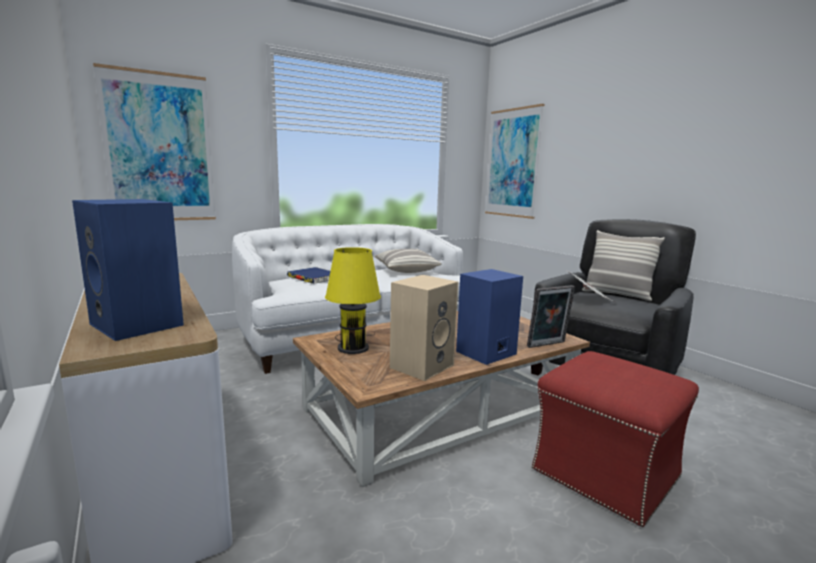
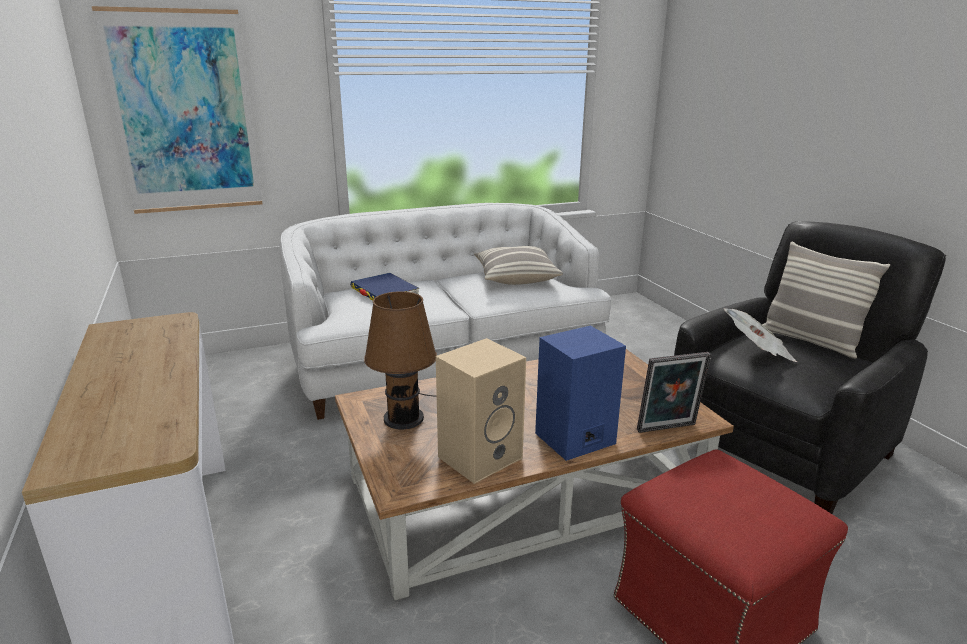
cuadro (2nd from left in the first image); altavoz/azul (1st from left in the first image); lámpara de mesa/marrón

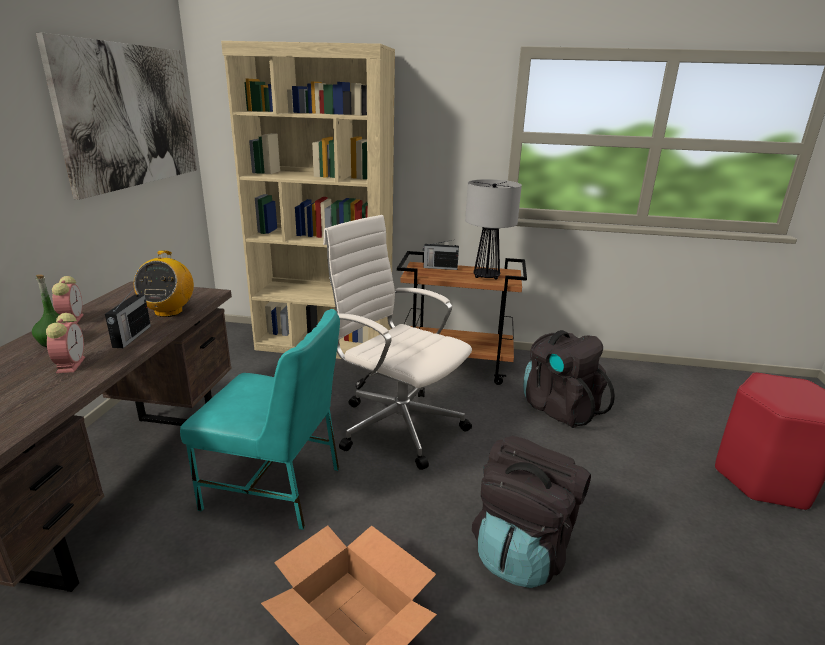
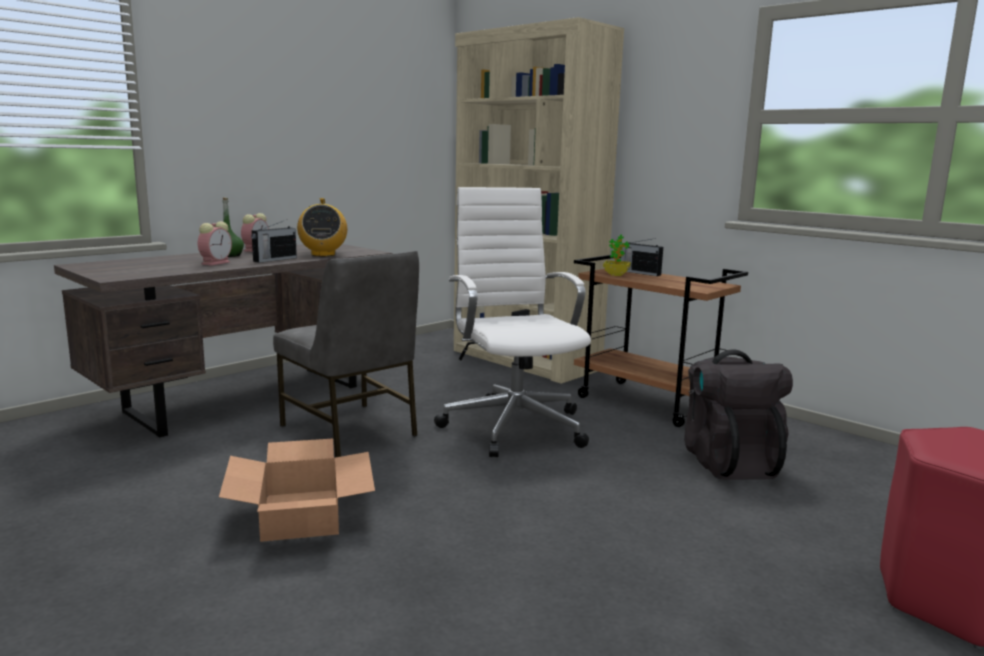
cuadro; lámpara de mesa; radio (2nd from left); silla/gris; mochila/negro (1st from left in the first image); planta en maceta

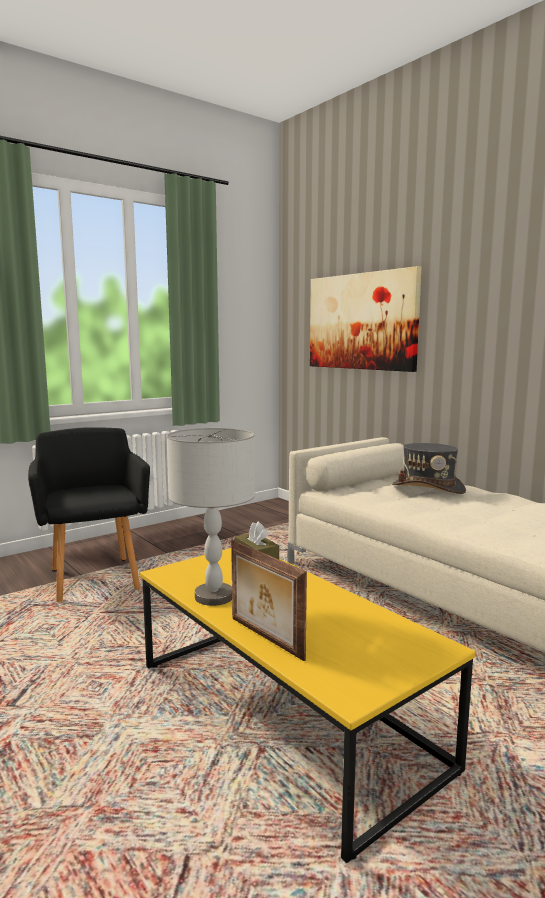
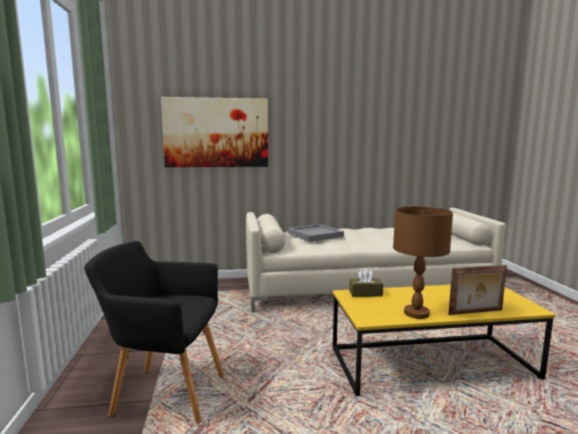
lámpara de mesa/marrón; bandeja/gris

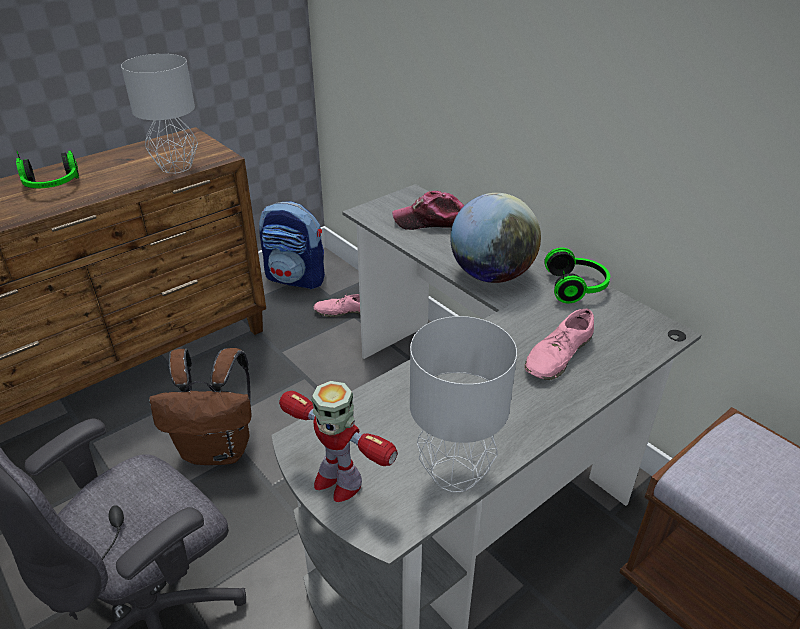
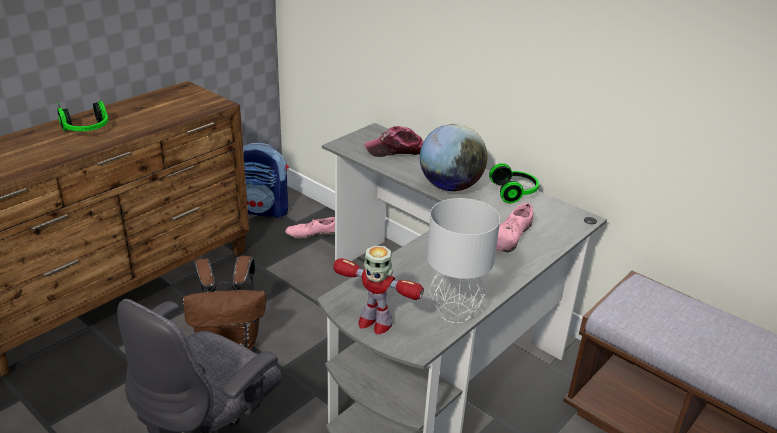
lámpara de mesa/gris (1st from left in the first image)

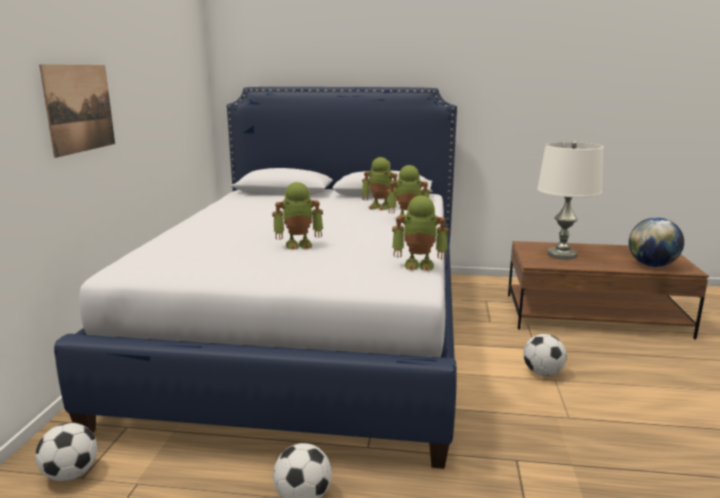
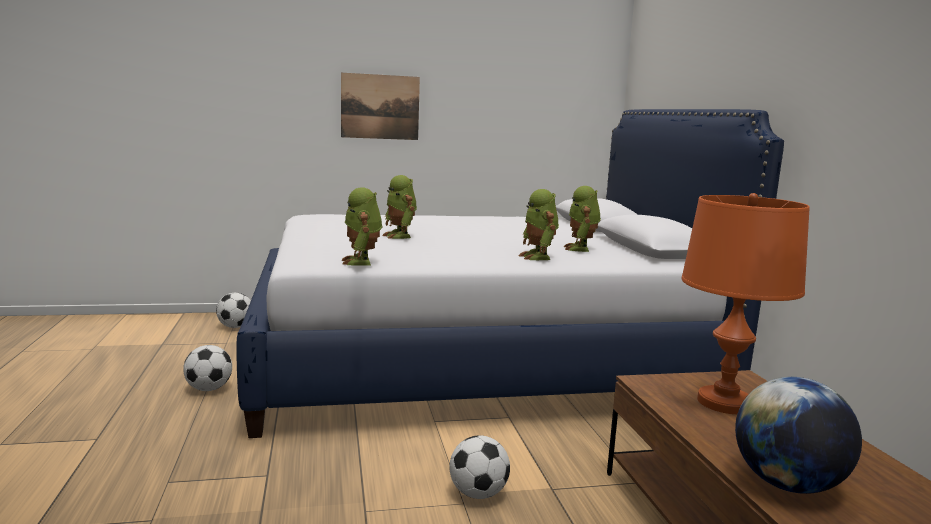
lámpara de mesa/naranja

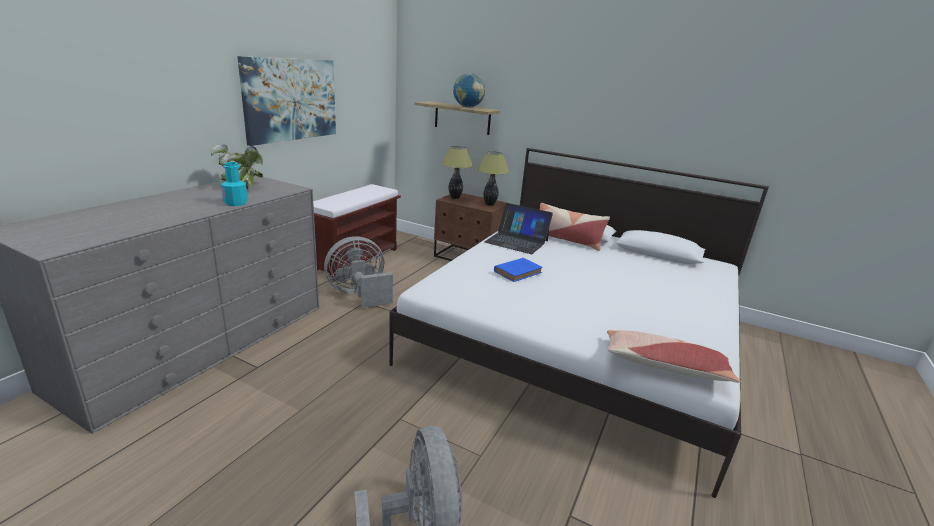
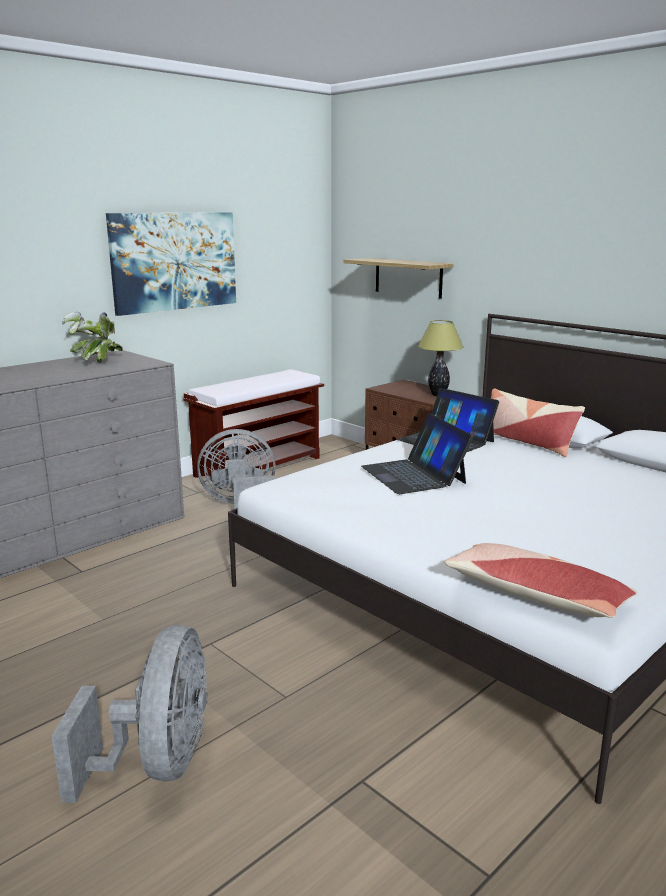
globo terráqueo; lámpara de mesa (1st from left in the first image); botella/turquesa; portátil (1st from left)

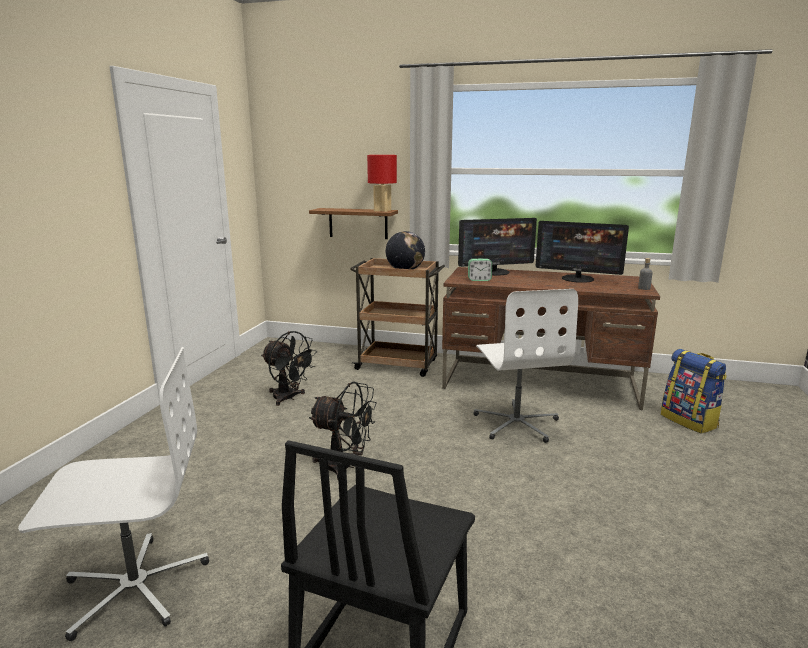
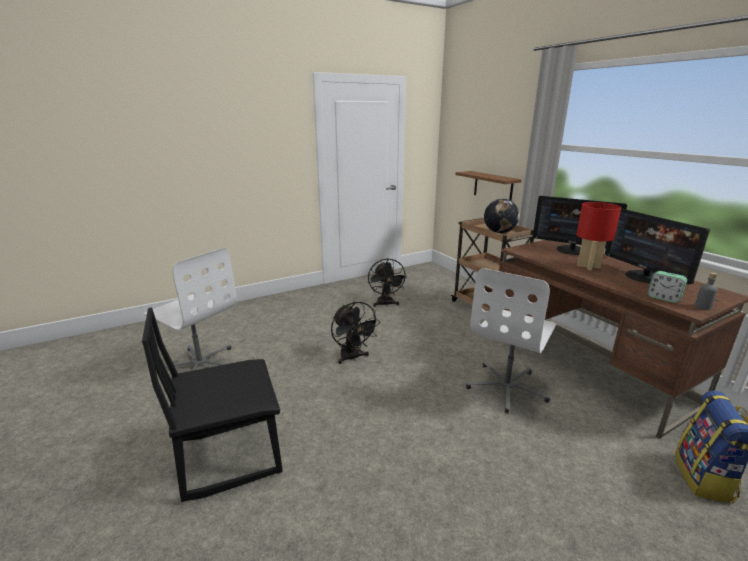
lámpara de mesa/rojo; despertador

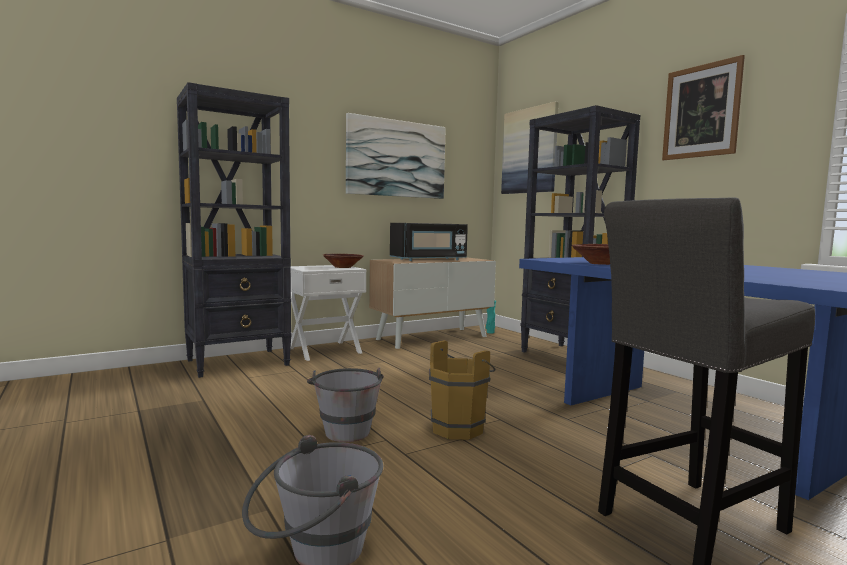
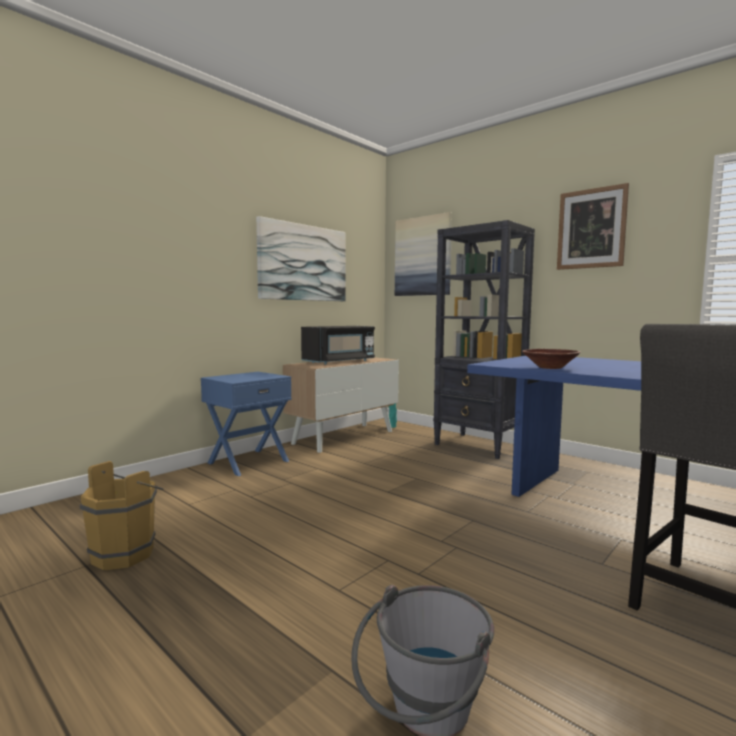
estantería/negro (1st from left in the first image); cuenco/marrón (1st from left in the first image); mesita de noche/azul; cubo/marrón; cubo/gris (2nd from left in the first image)

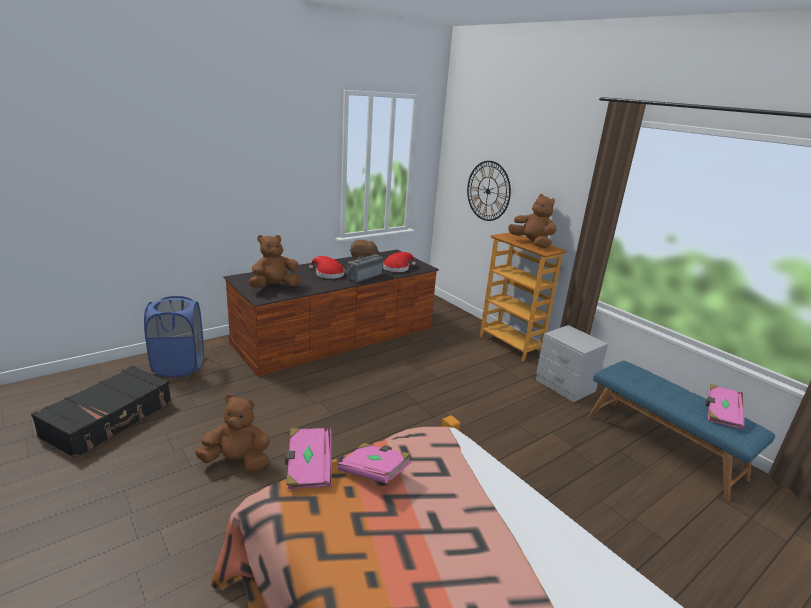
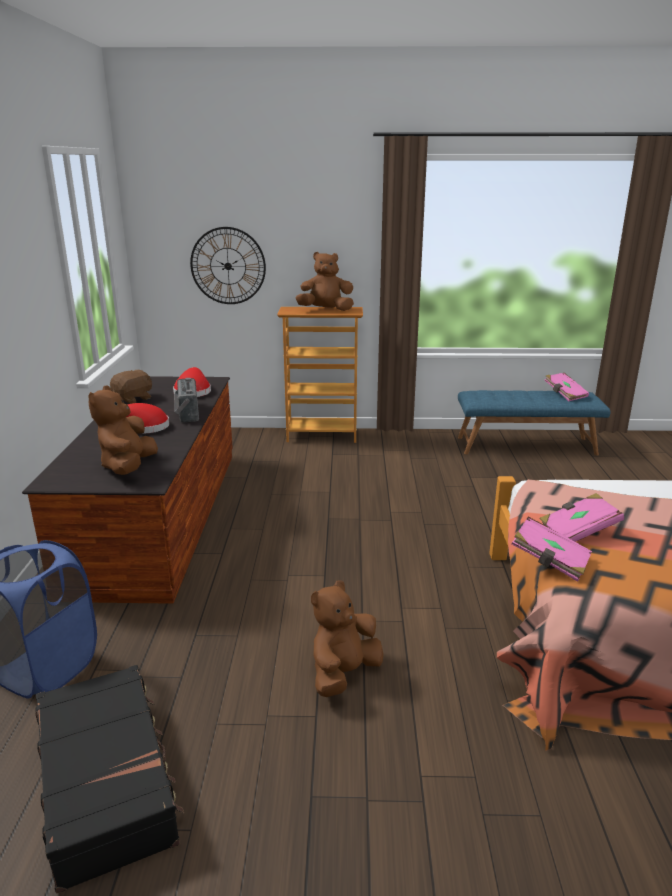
mesita de noche/gris

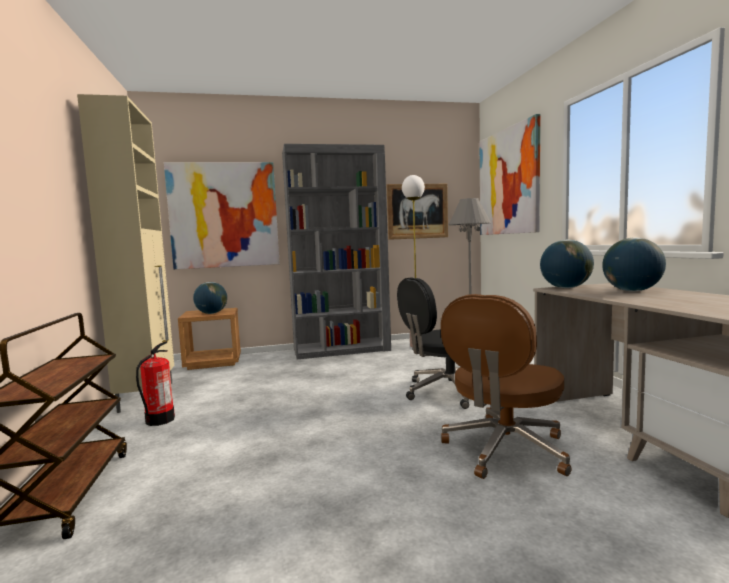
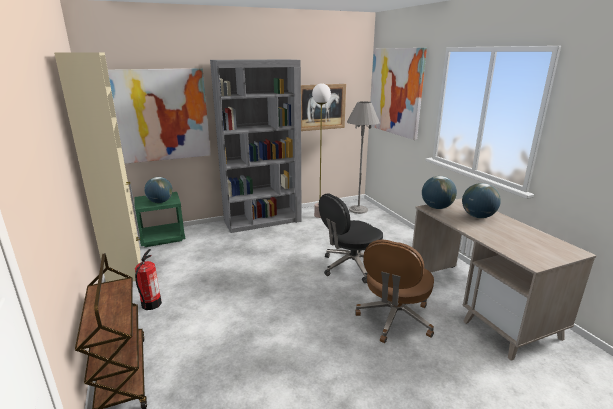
mesita de noche/verde

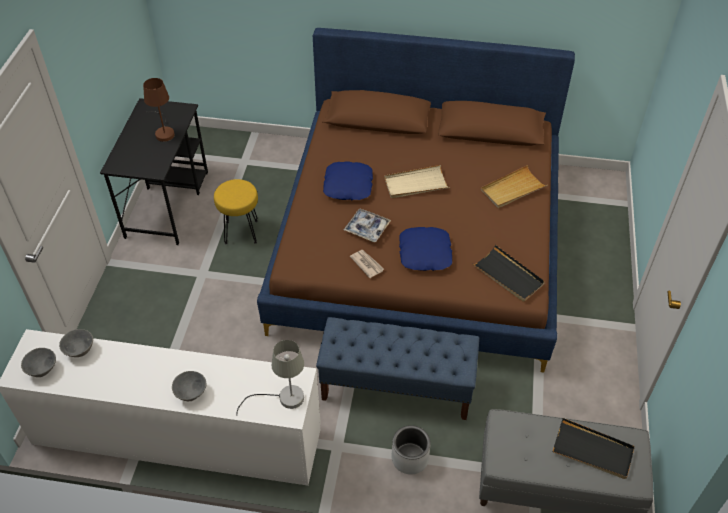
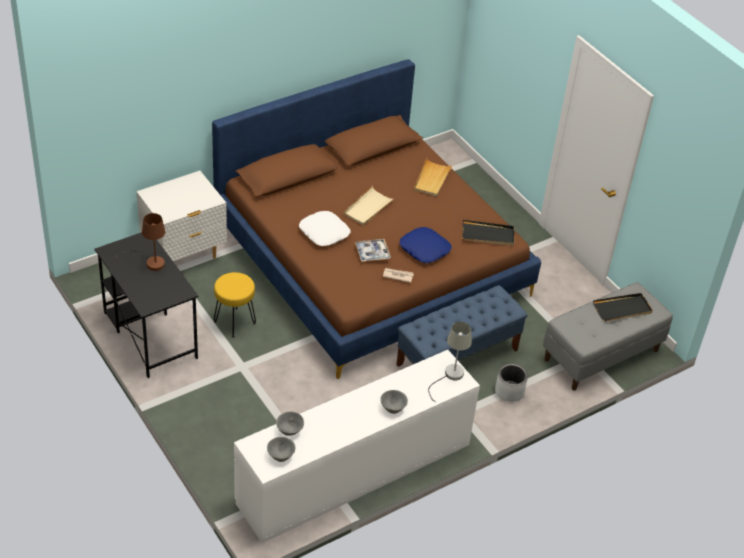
cojín/blanco; mesita de noche/blanco

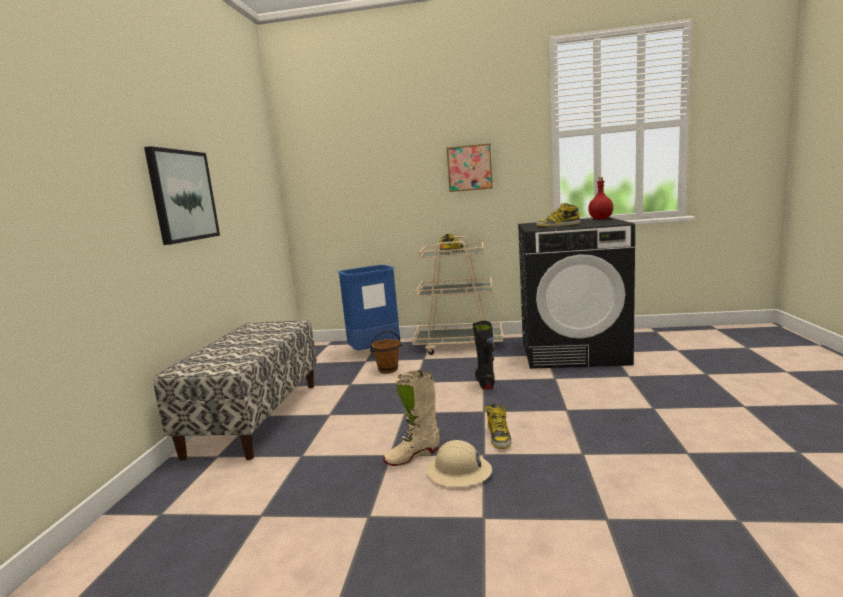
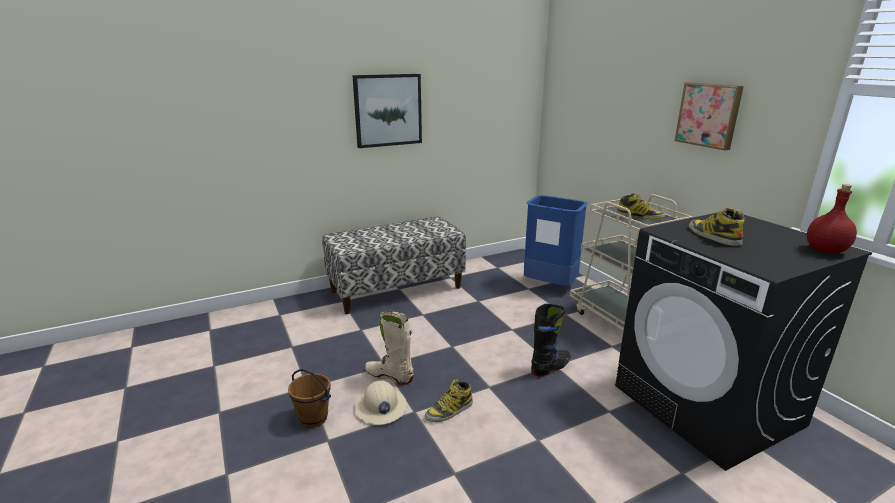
cubo/marrón

